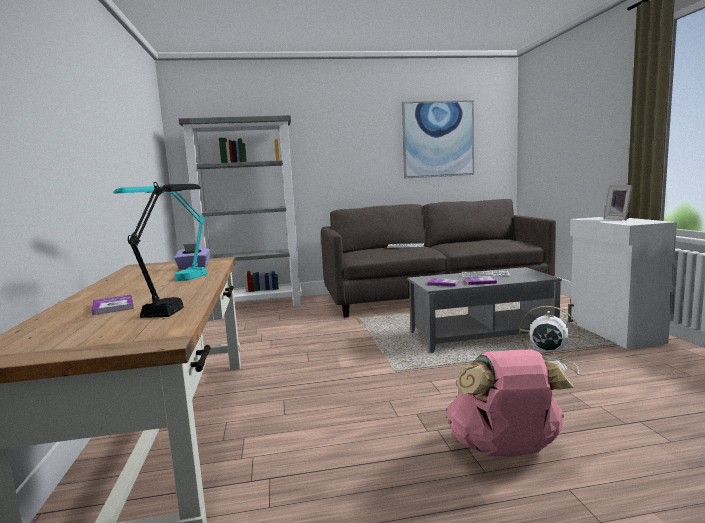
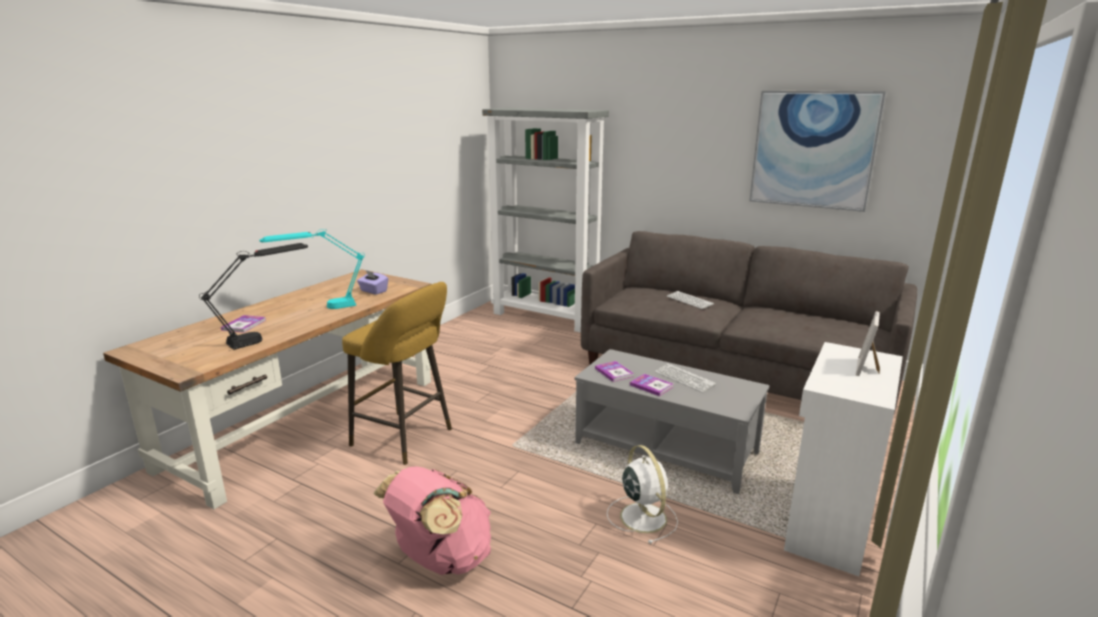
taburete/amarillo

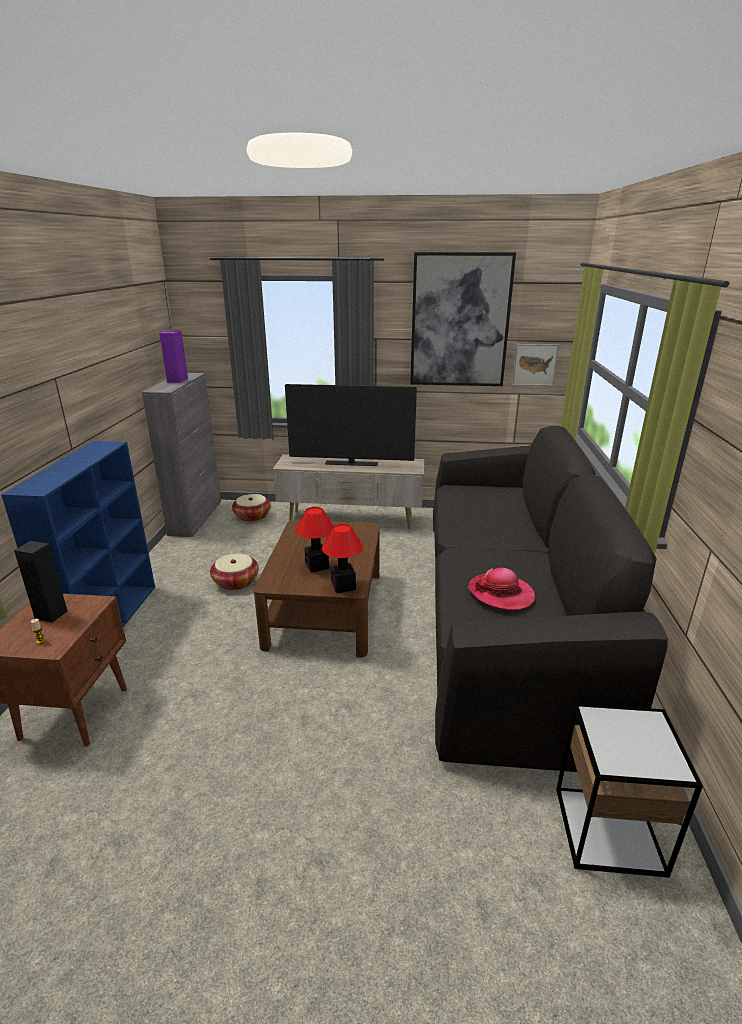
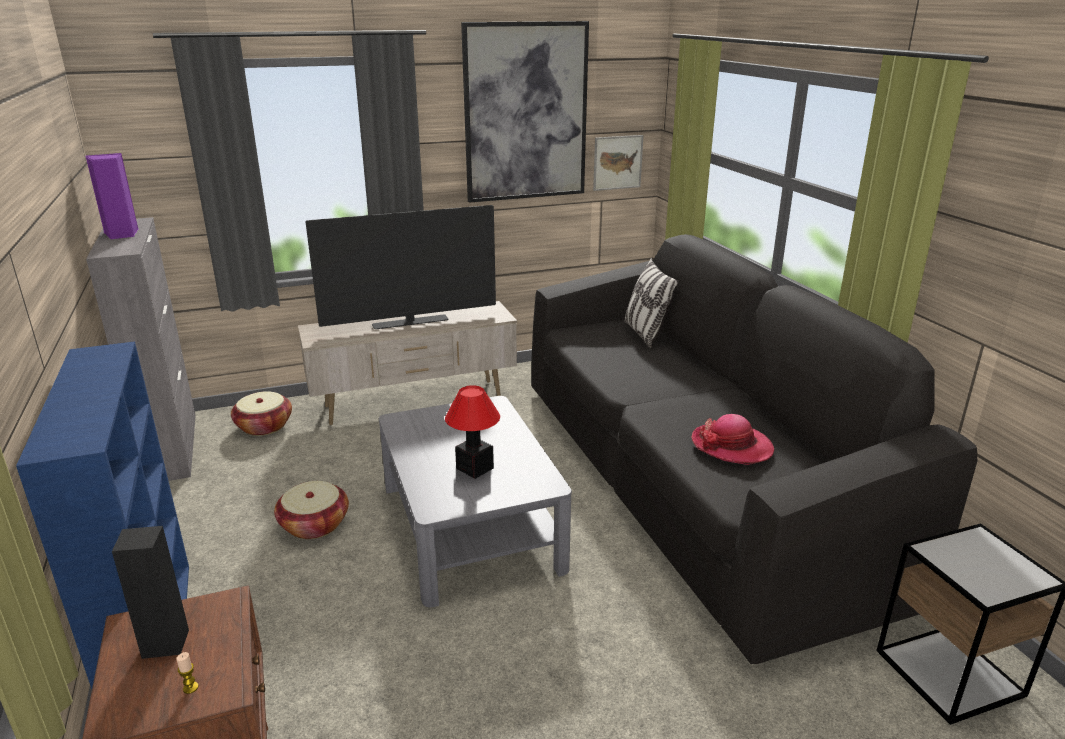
mesa de centro/gris; lámpara de mesa (2nd from left in the first image); cojín

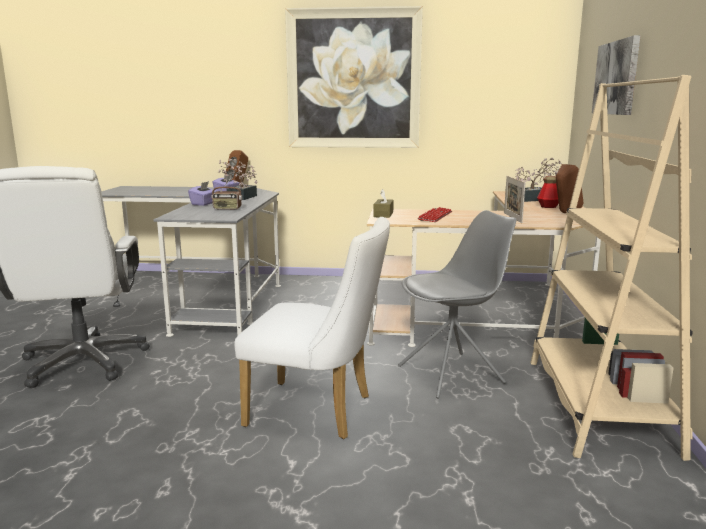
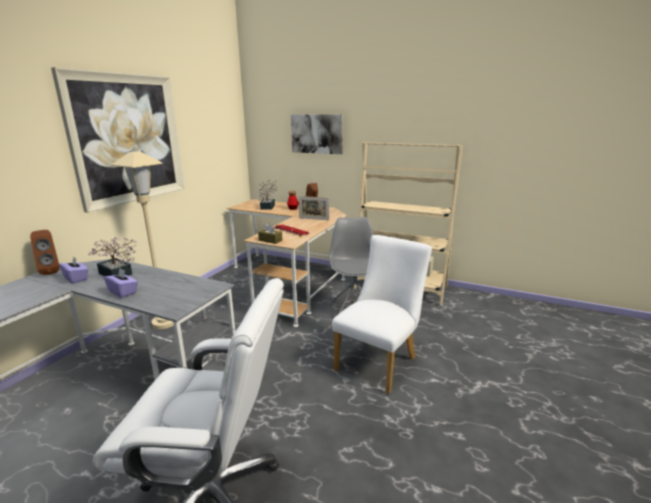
radio; lámpara de pie/beis

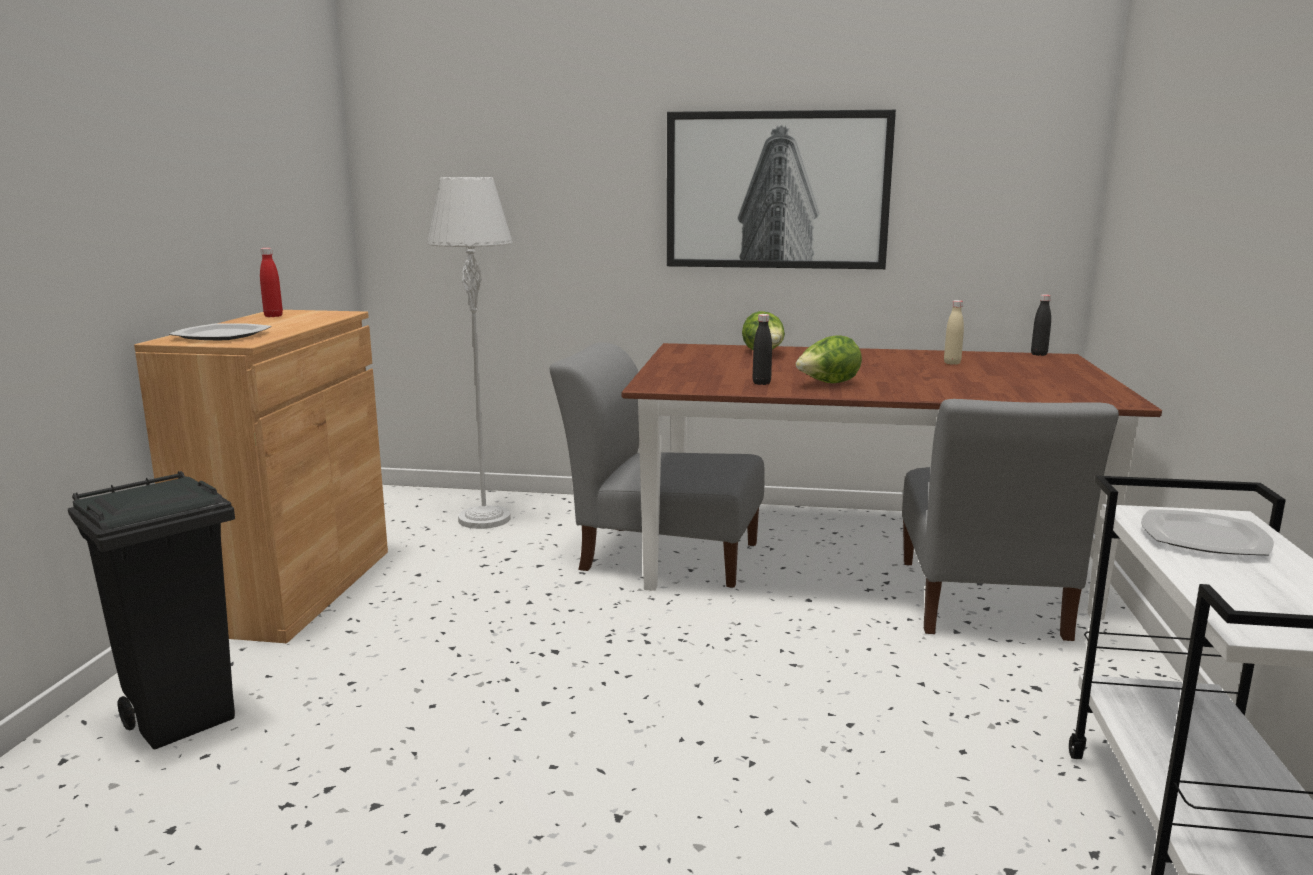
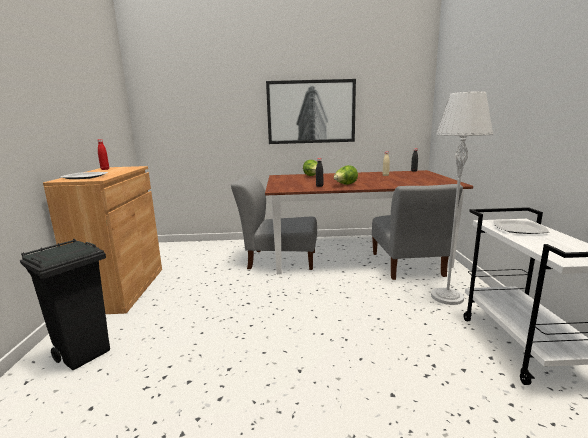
lámpara de pie/gris

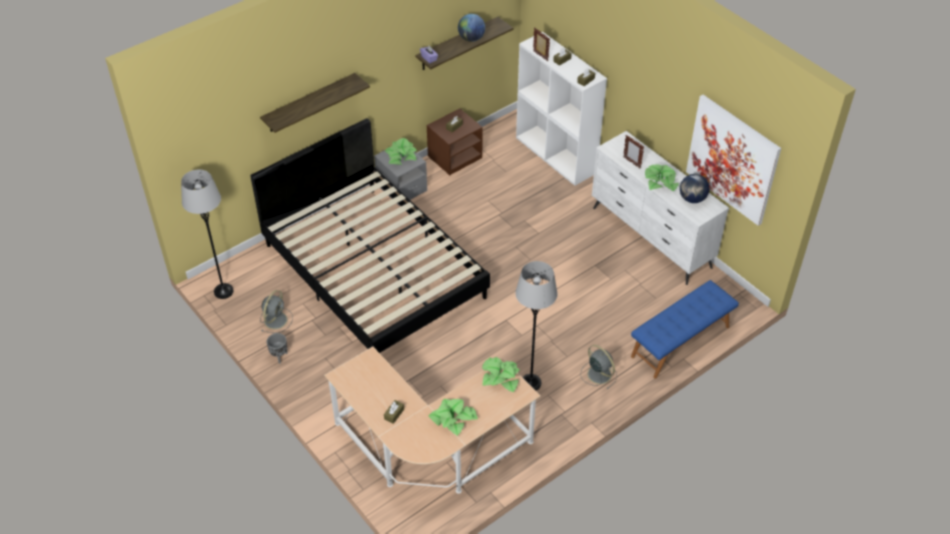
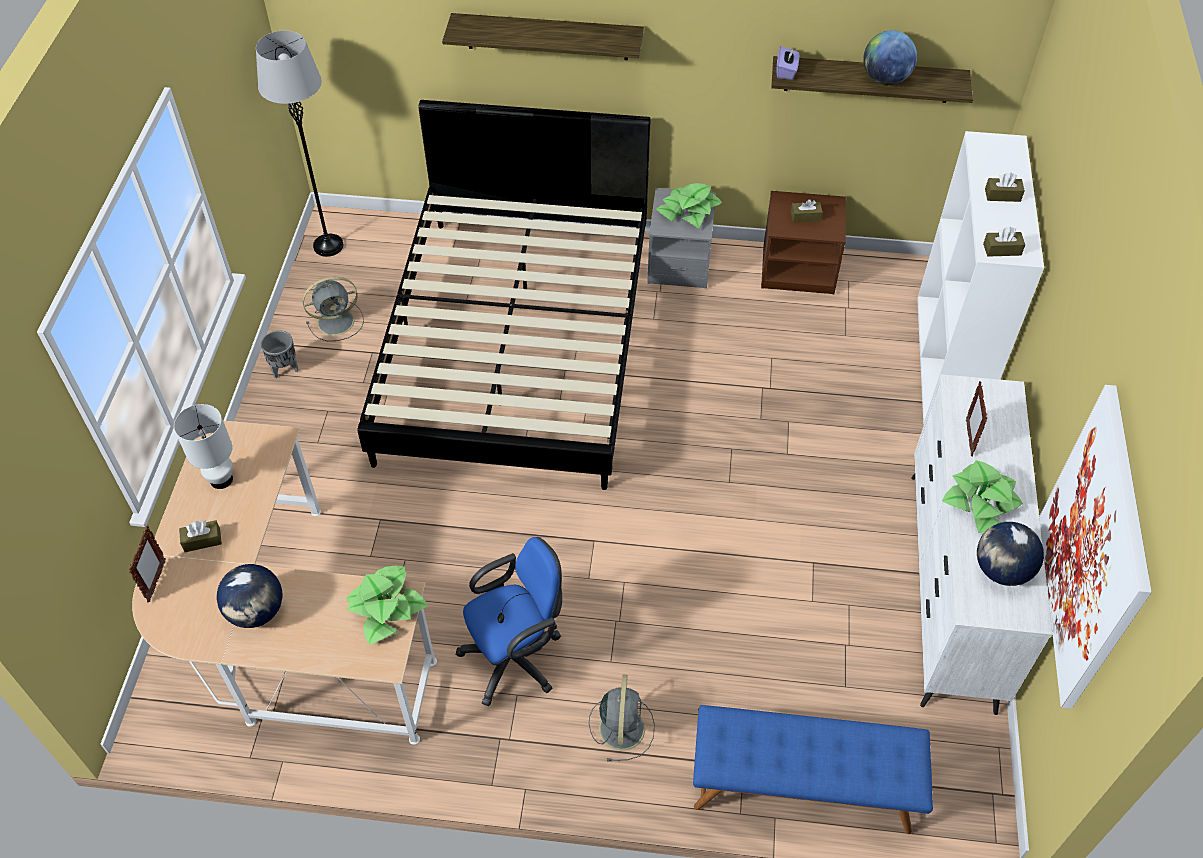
portarretratos (1st from left); silla de oficina/azul; globo terráqueo (1st from left); lámpara de mesa/blanco

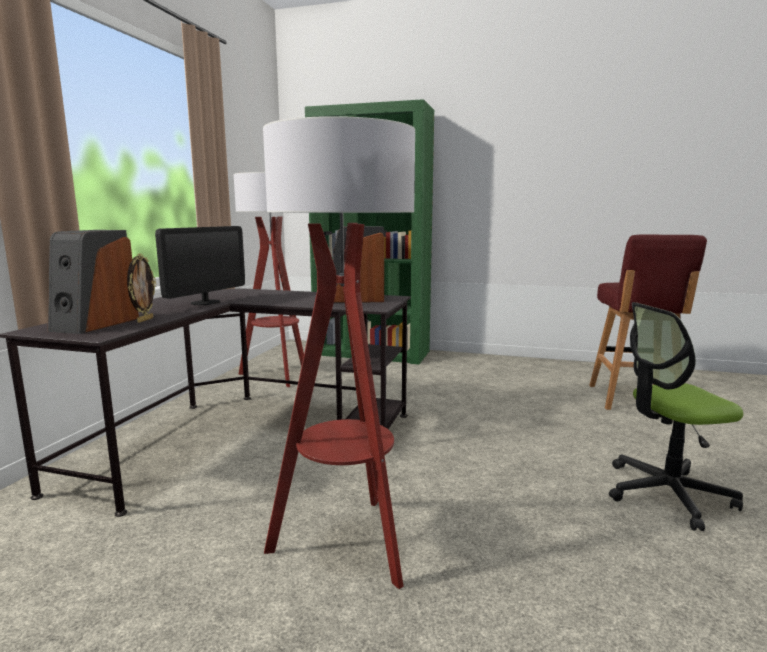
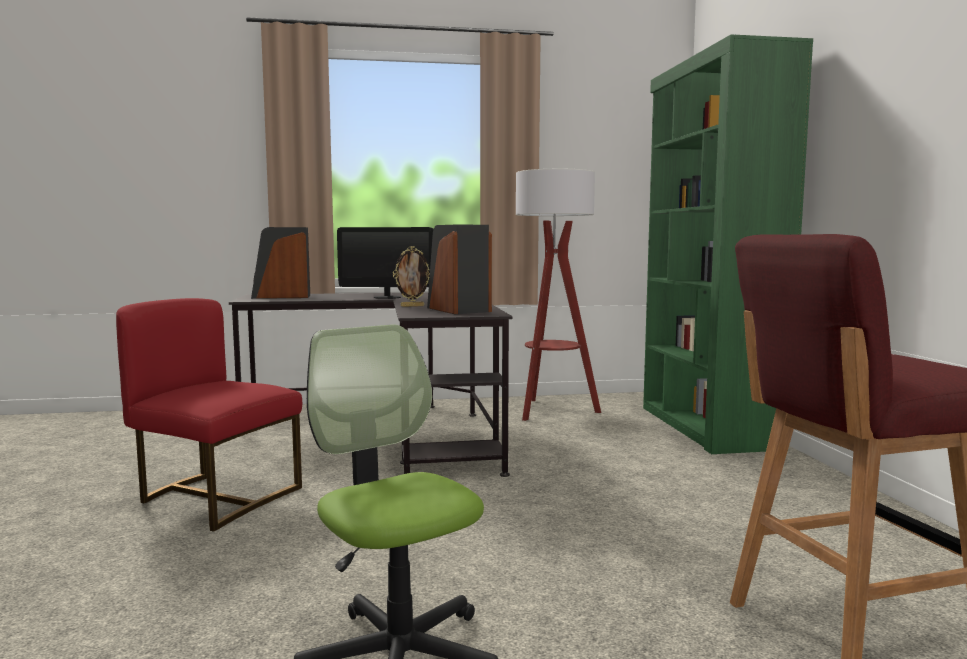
silla/rojo; portarretratos

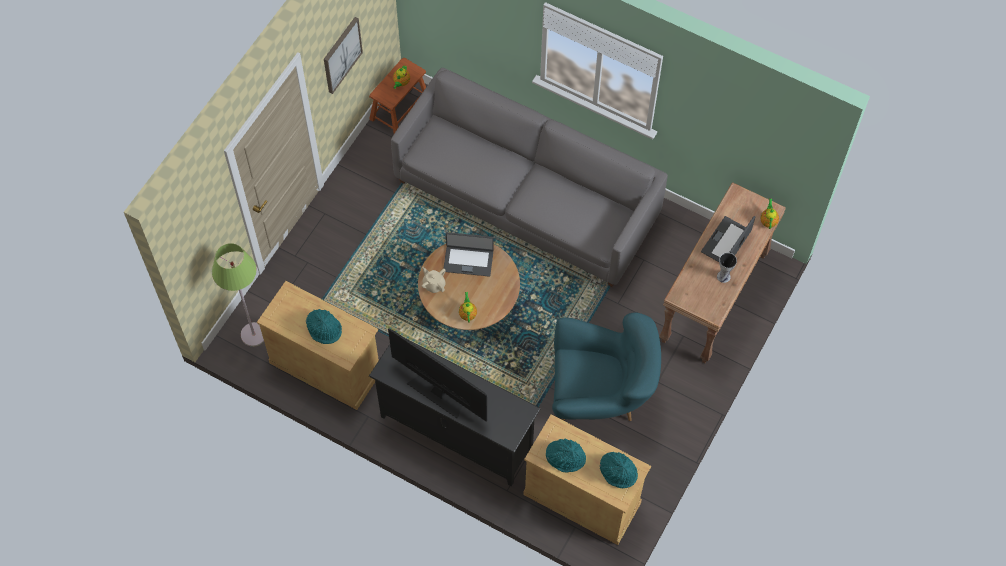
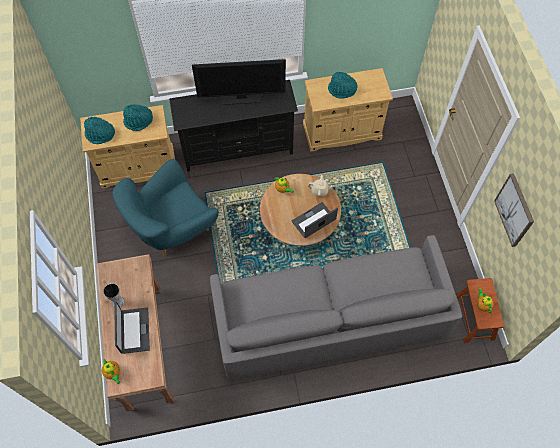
lámpara de pie/verde

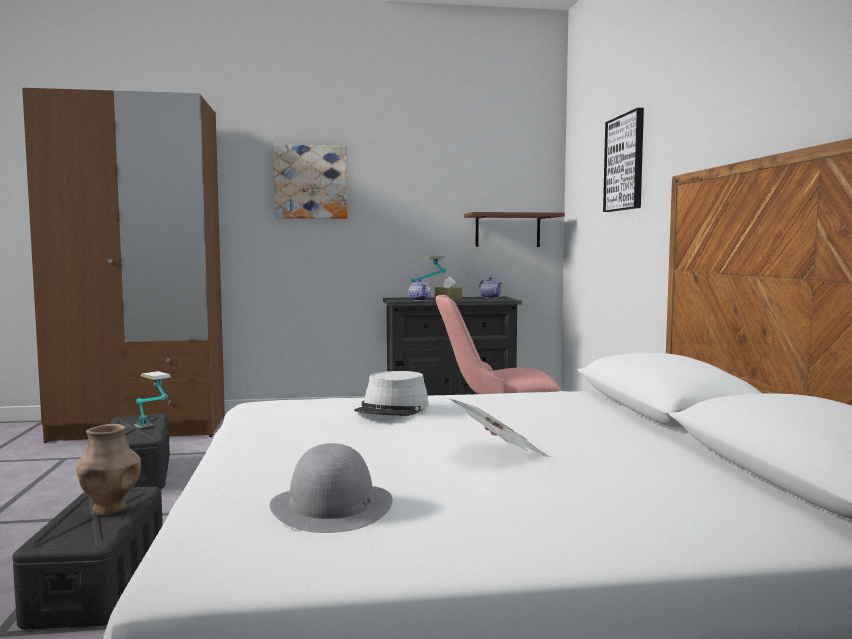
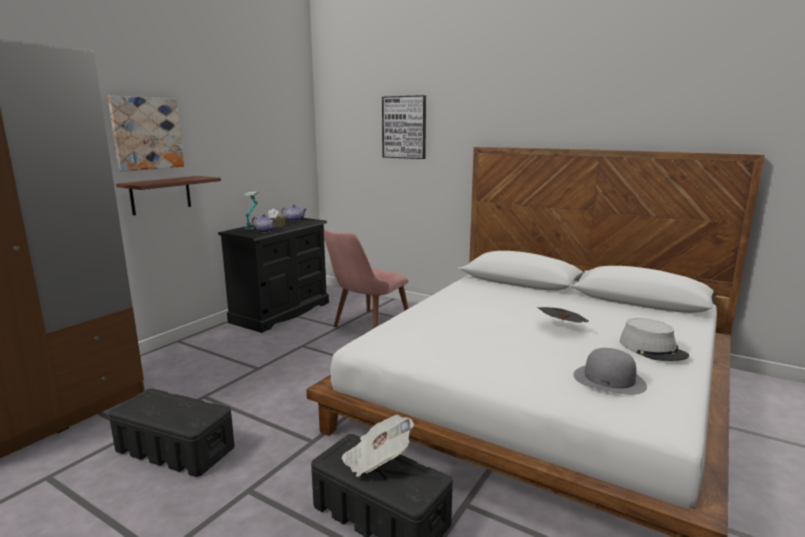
estante; lámpara de mesa (1st from left in the first image); sombrero/gris (2nd from left); periódico (1st from left)

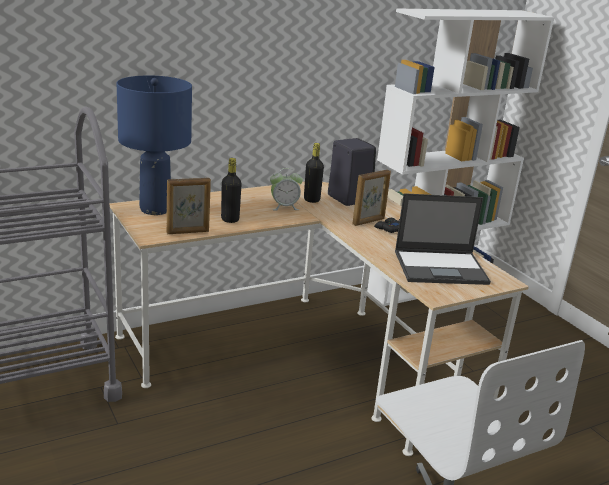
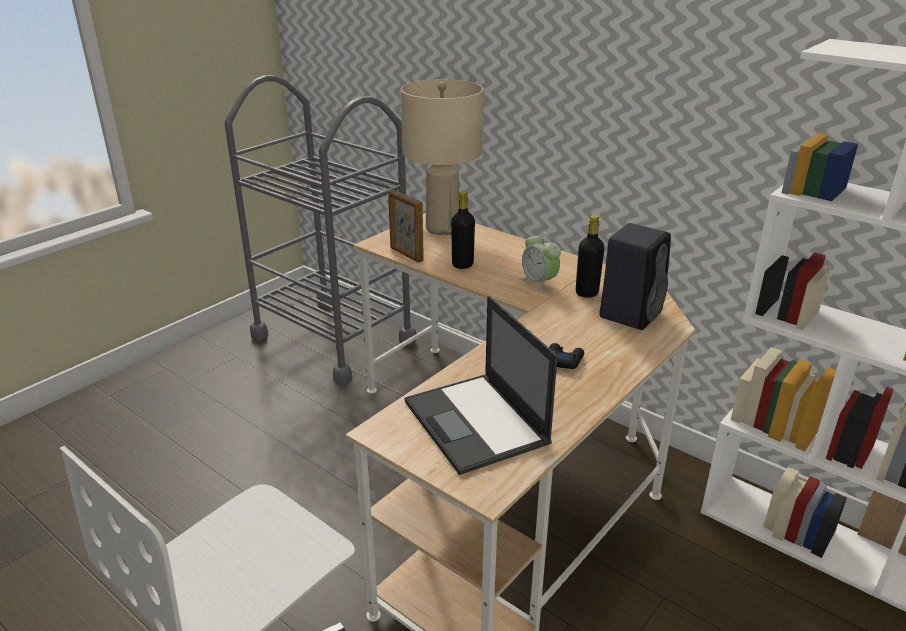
lámpara de mesa/beis; portarretratos (2nd from left in the first image)

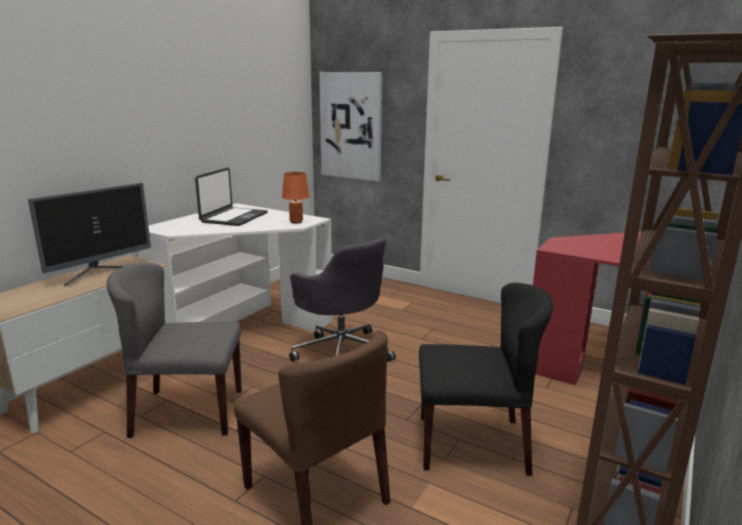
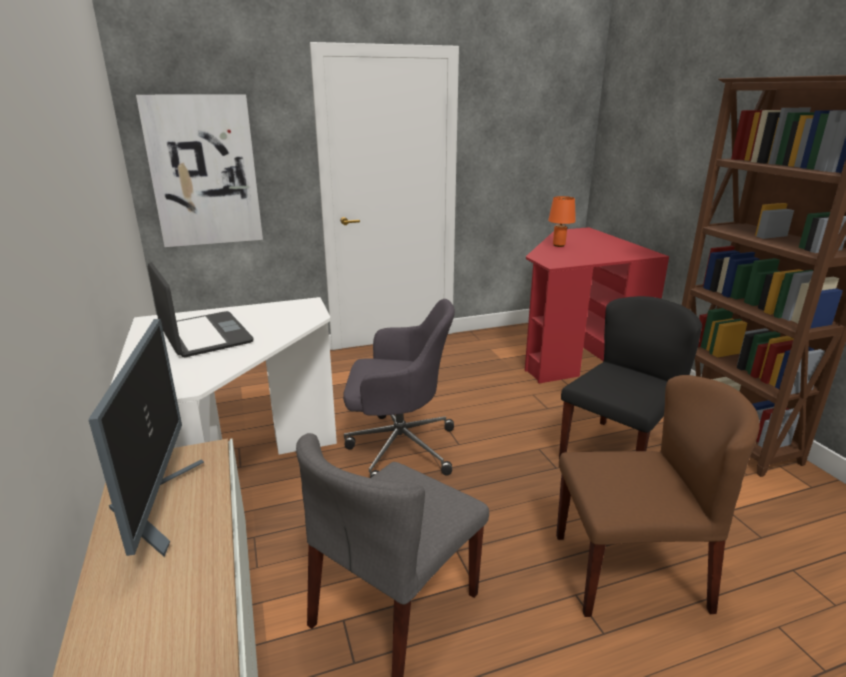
lámpara de mesa/naranja

